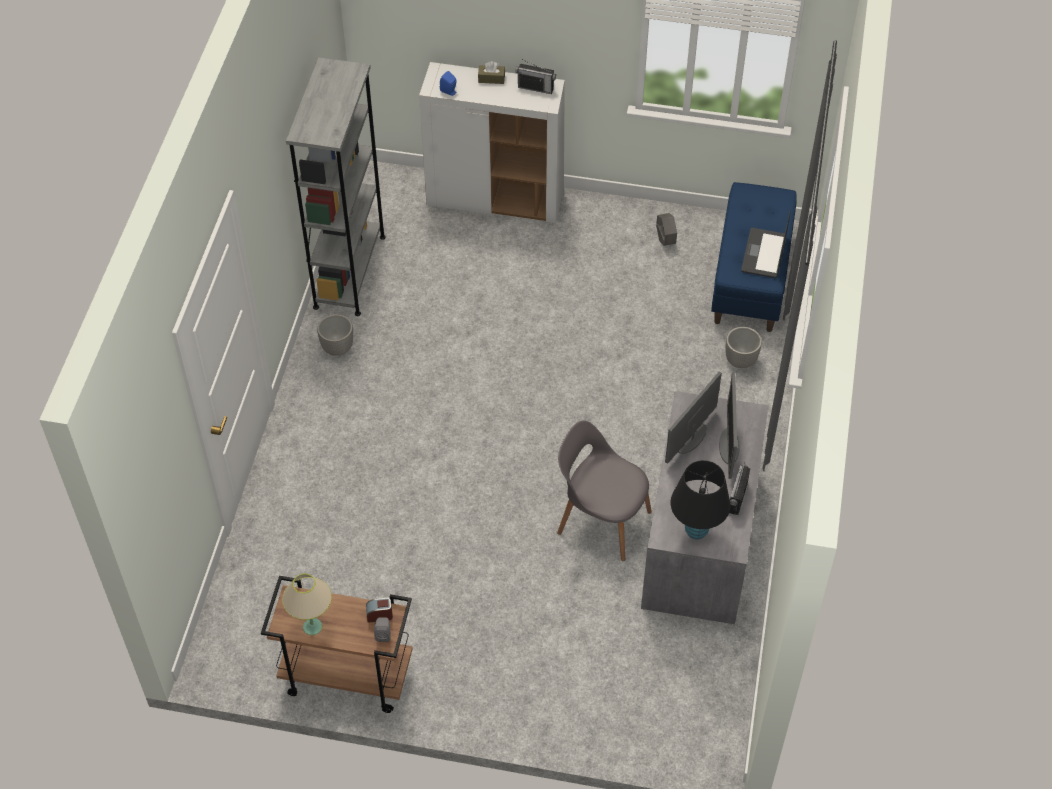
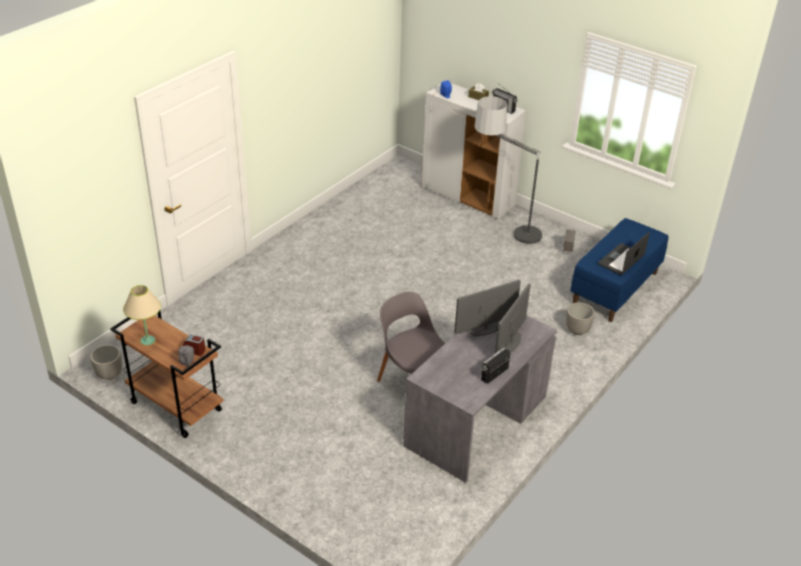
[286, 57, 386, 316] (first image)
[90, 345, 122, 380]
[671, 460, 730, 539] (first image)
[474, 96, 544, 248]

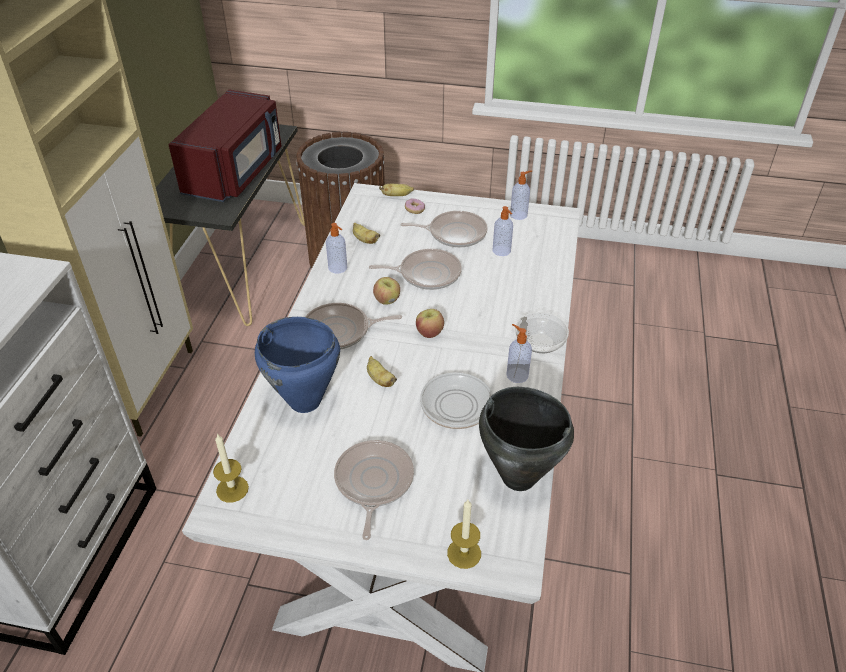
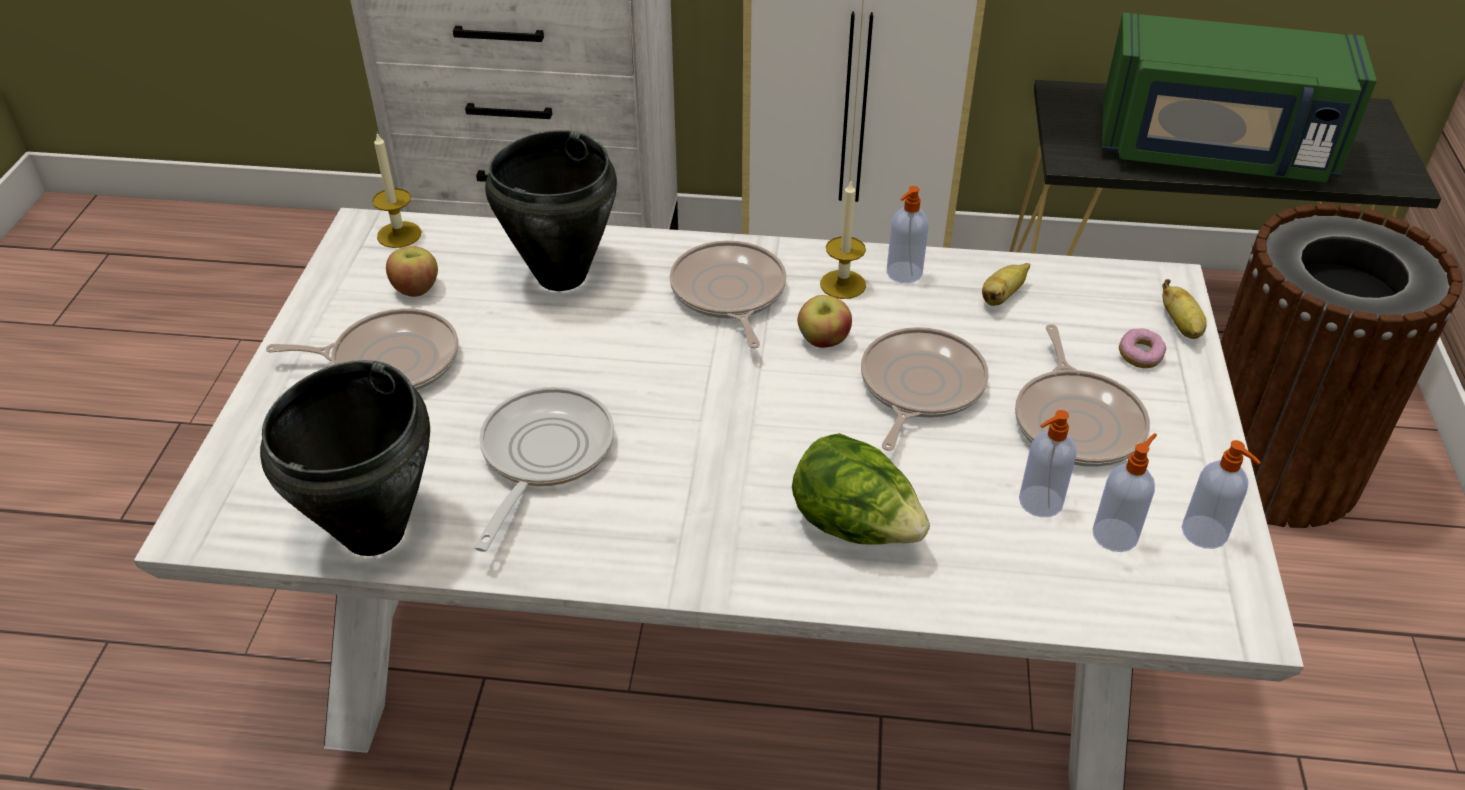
[1102, 13, 1377, 183]
[861, 327, 989, 451]
[386, 246, 438, 297]
[515, 312, 569, 353] (first image)
[485, 130, 617, 291]
[1093, 433, 1157, 552]
[367, 356, 397, 387] (first image)
[820, 181, 866, 299]
[792, 433, 930, 545]

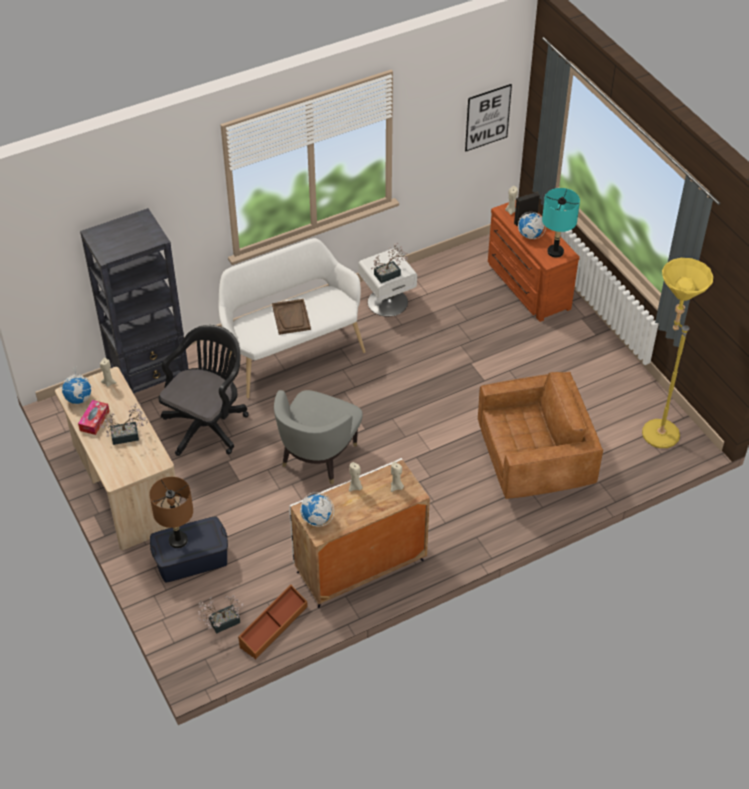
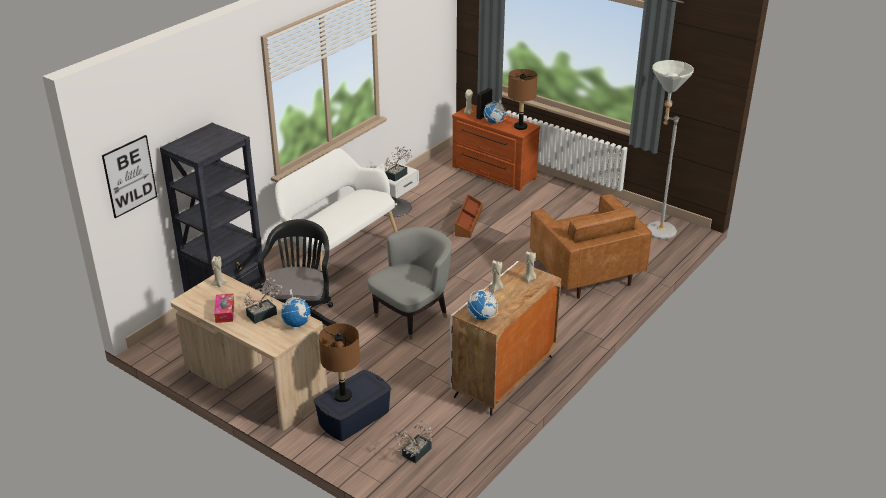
[102, 135, 157, 218]
[508, 69, 538, 130]
[647, 60, 694, 239]
[272, 299, 311, 335] (first image)
[279, 289, 311, 327]
[530, 194, 652, 299]
[368, 226, 452, 339]
[455, 195, 482, 238]

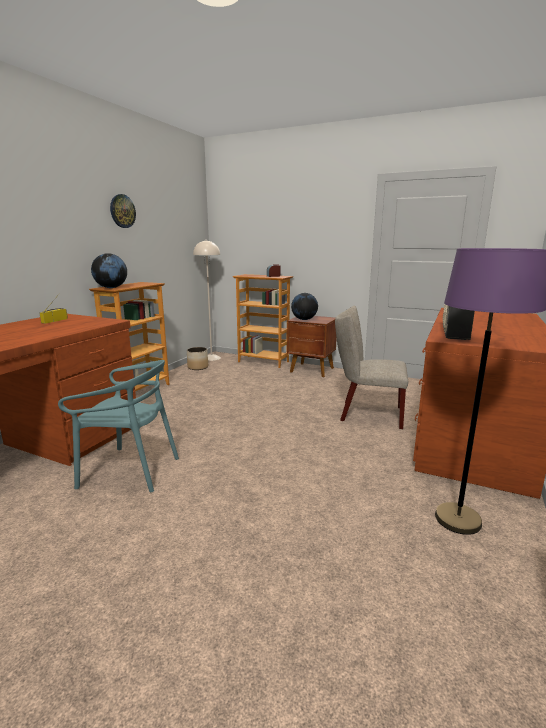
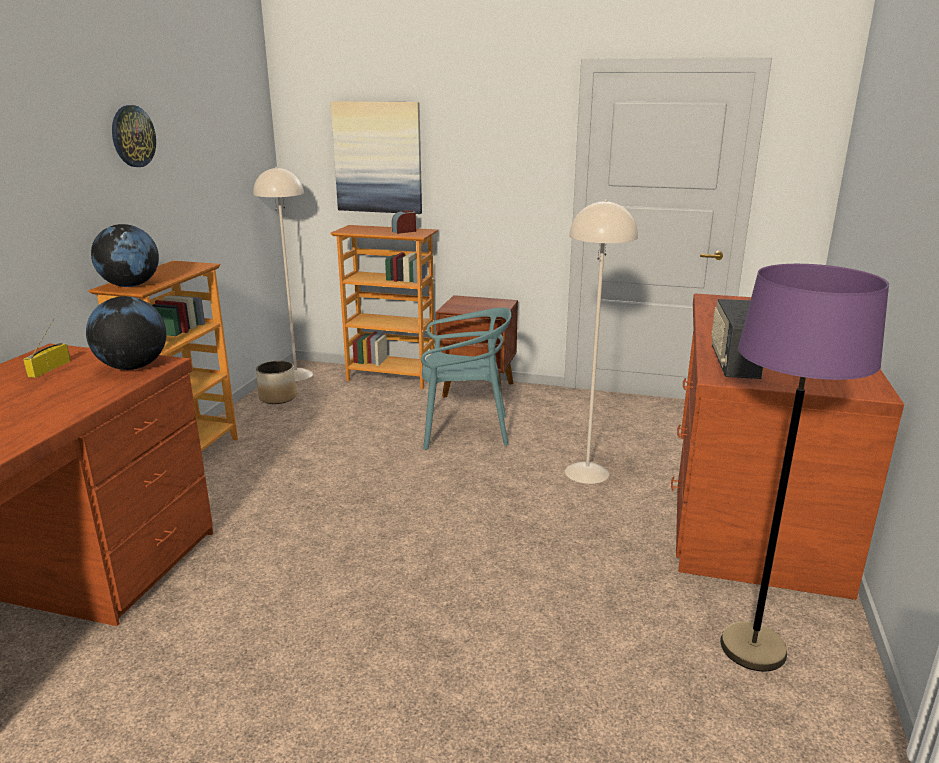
[86, 296, 166, 370]
[565, 200, 638, 484]
[421, 308, 511, 450]
[331, 101, 422, 214]

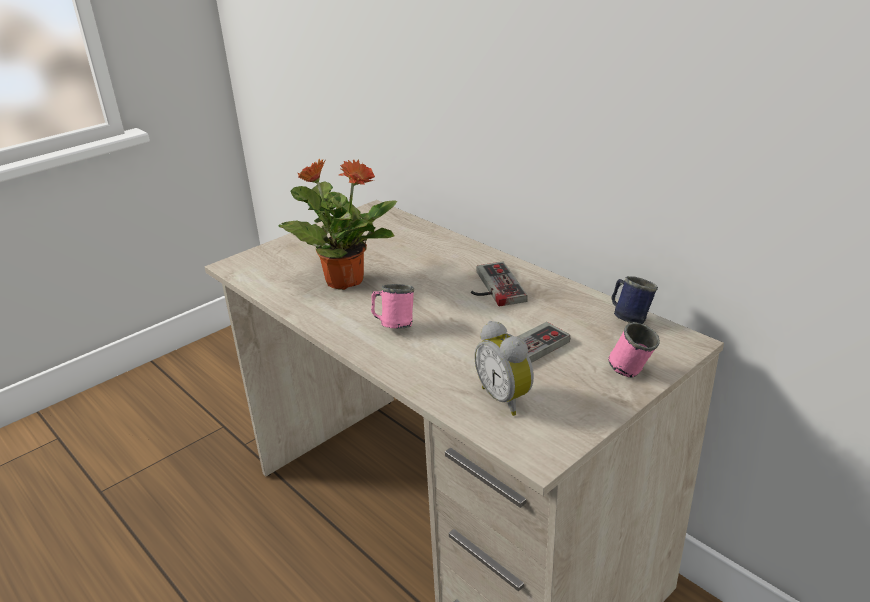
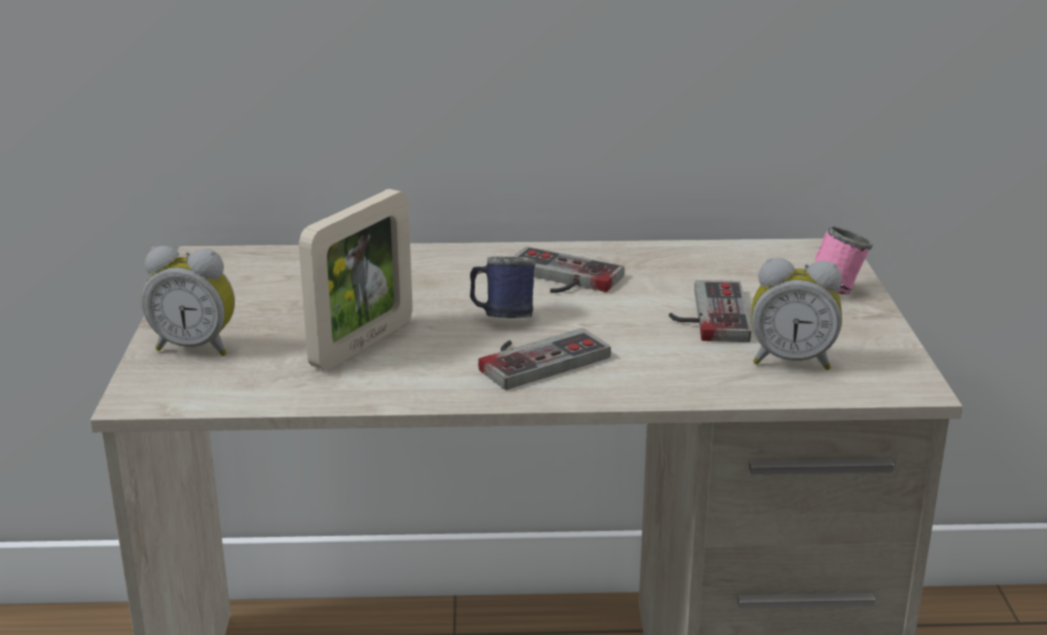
[299, 189, 413, 370]
[470, 256, 536, 318]
[478, 328, 611, 390]
[141, 246, 235, 356]

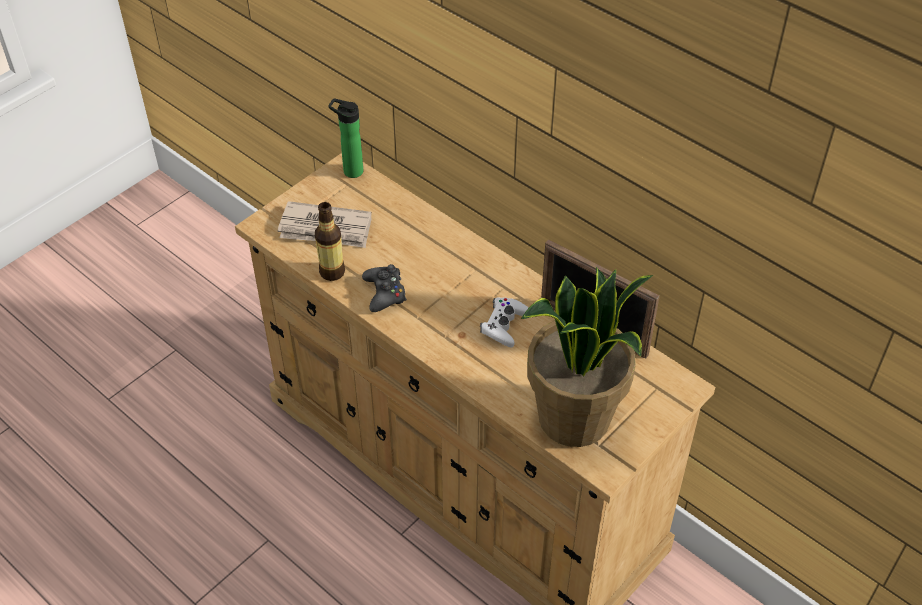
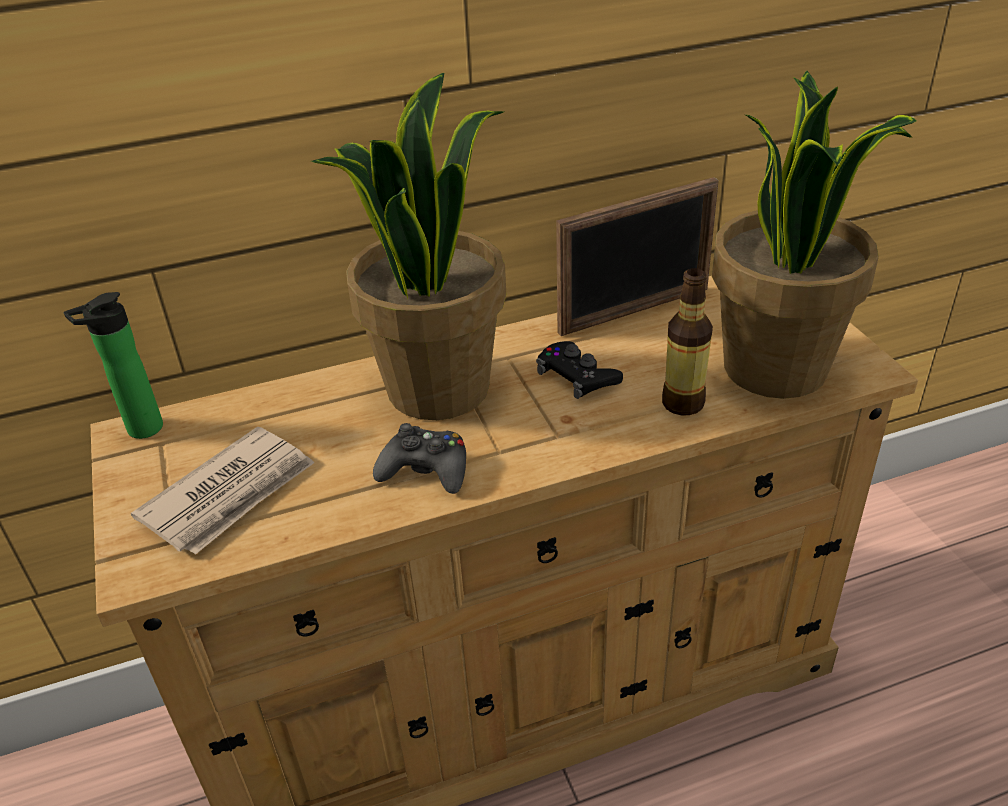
[662, 268, 713, 415]
[536, 341, 623, 399]
[311, 73, 506, 420]

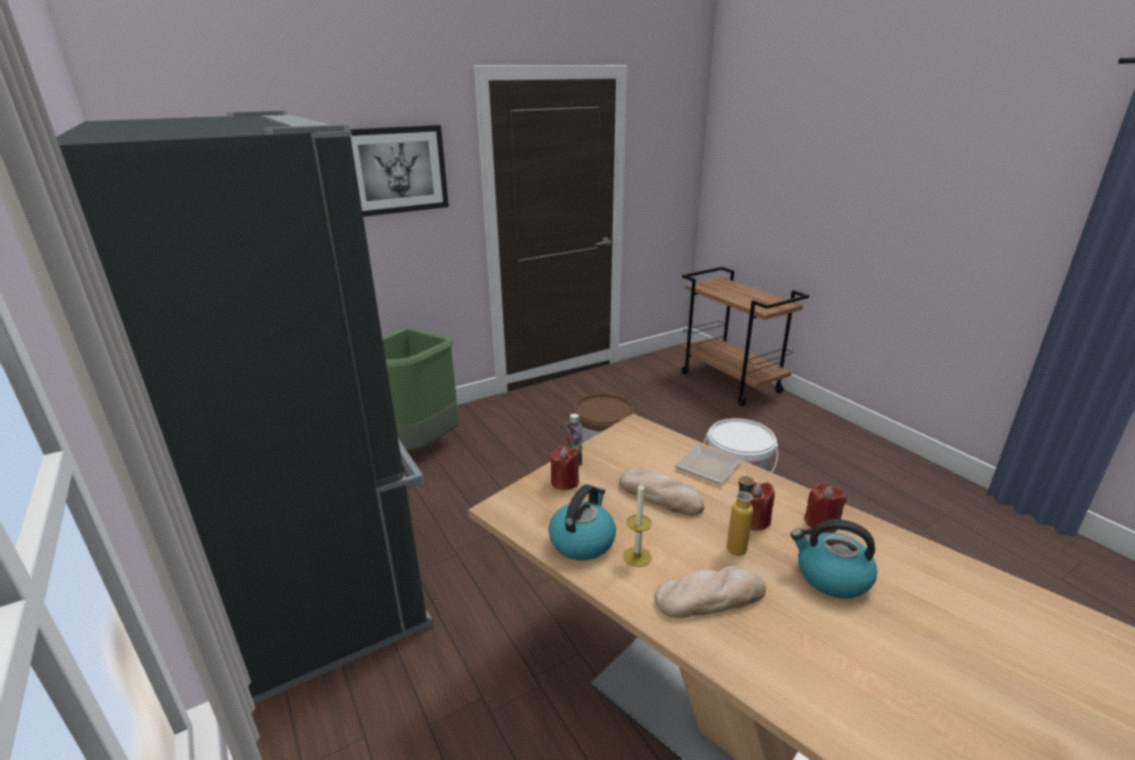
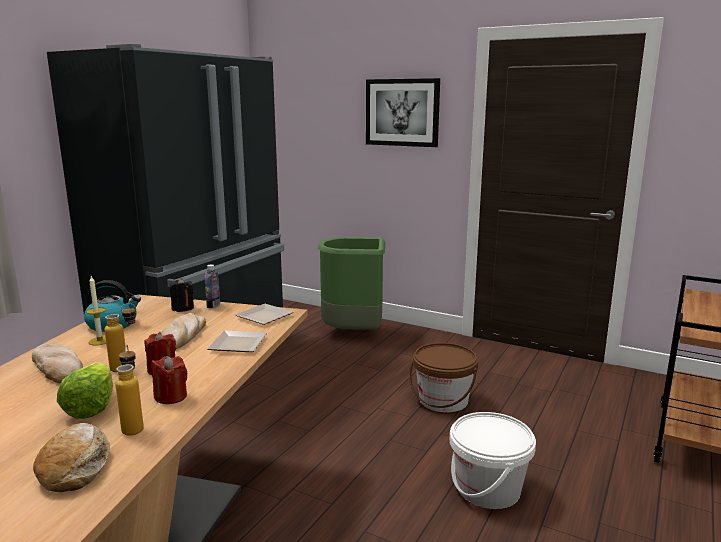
[170, 278, 194, 312]
[57, 362, 113, 419]
[235, 304, 294, 325]
[115, 344, 144, 436]
[33, 423, 110, 492]

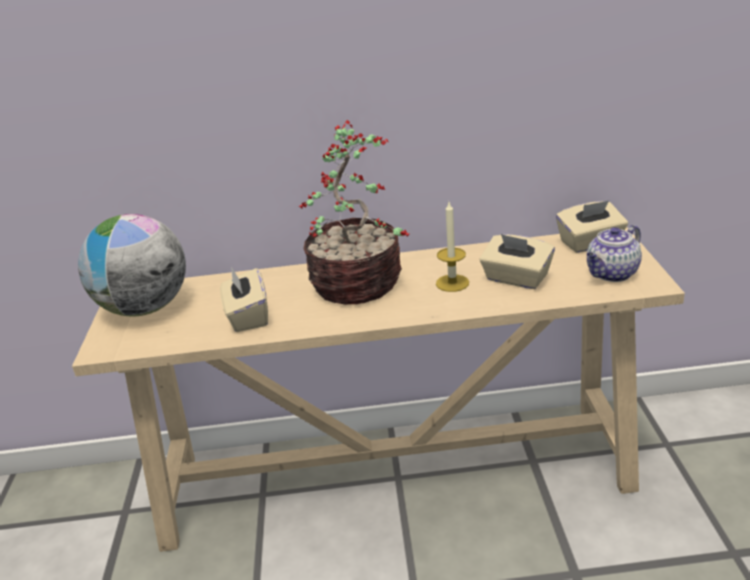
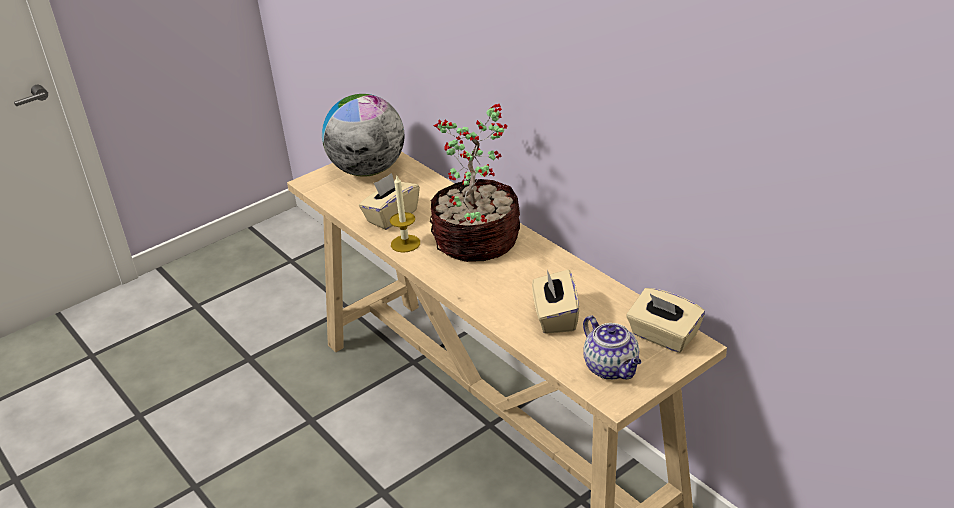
[390, 174, 420, 253]
[583, 315, 641, 380]

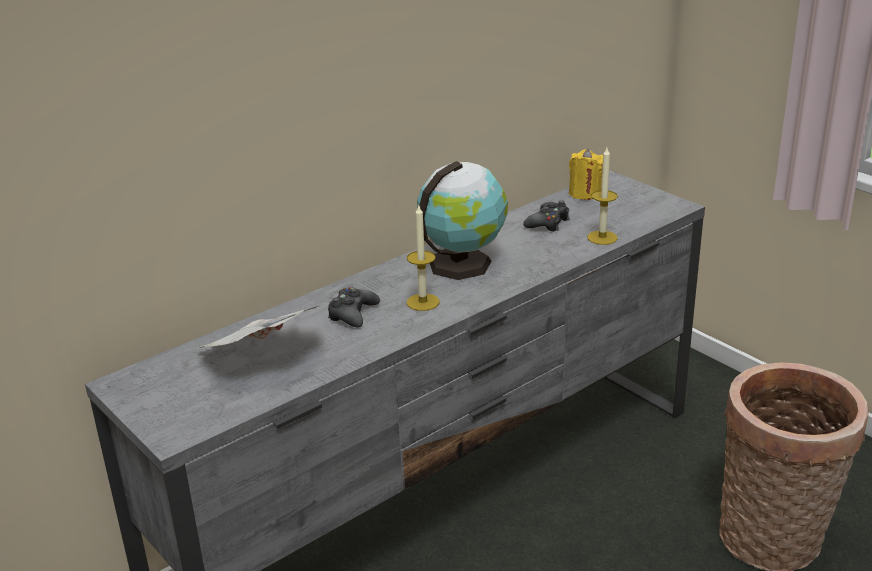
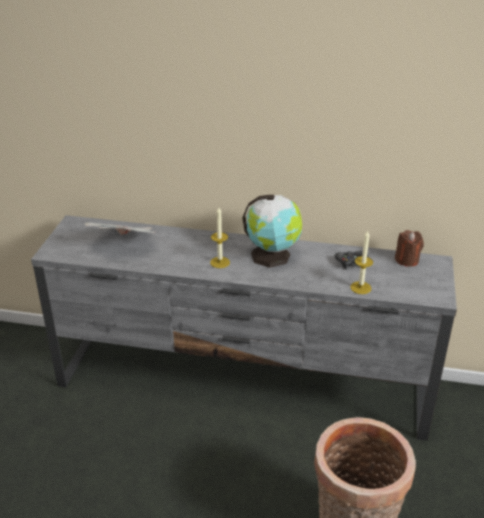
[395, 230, 424, 267]
[328, 287, 380, 327] (first image)

